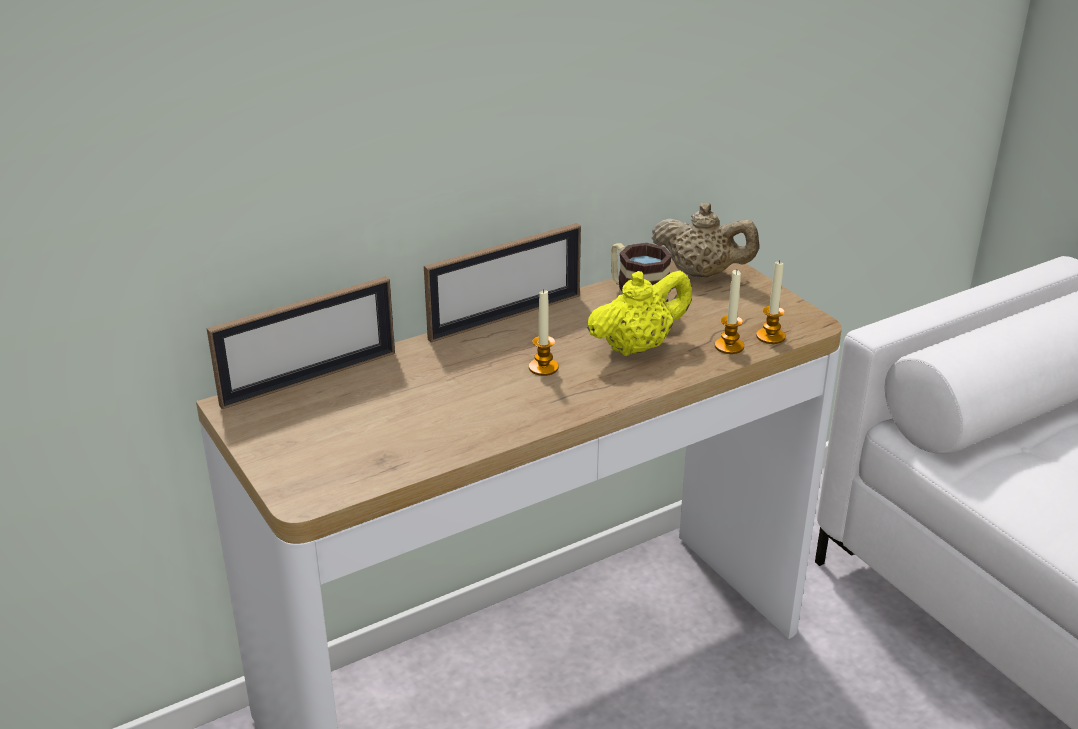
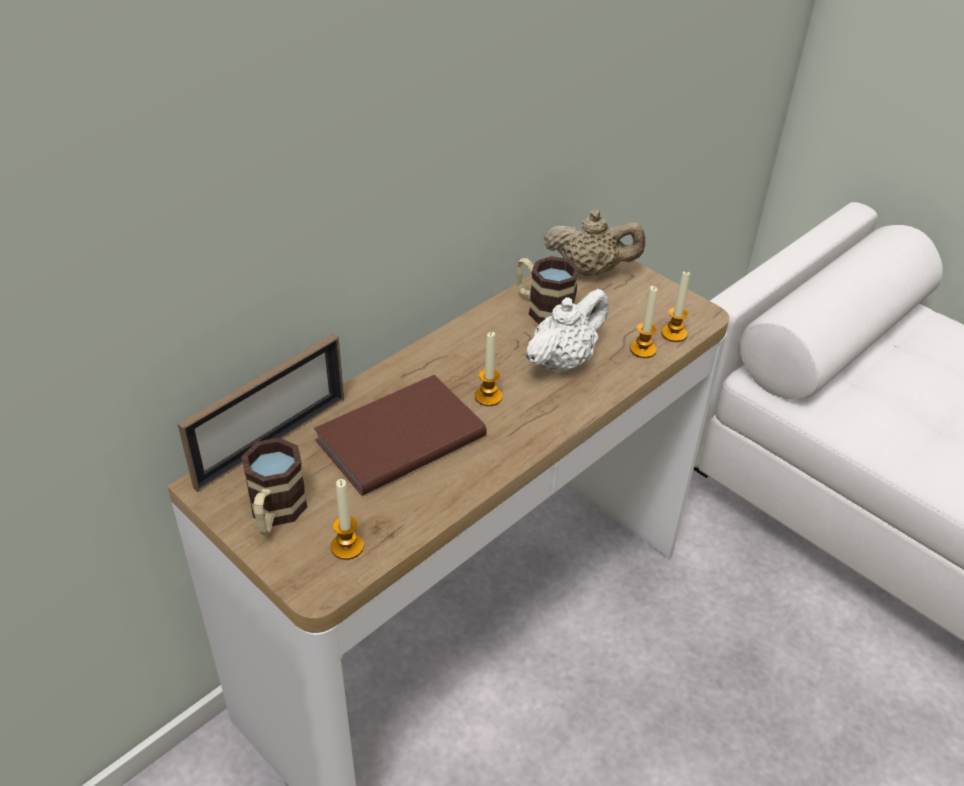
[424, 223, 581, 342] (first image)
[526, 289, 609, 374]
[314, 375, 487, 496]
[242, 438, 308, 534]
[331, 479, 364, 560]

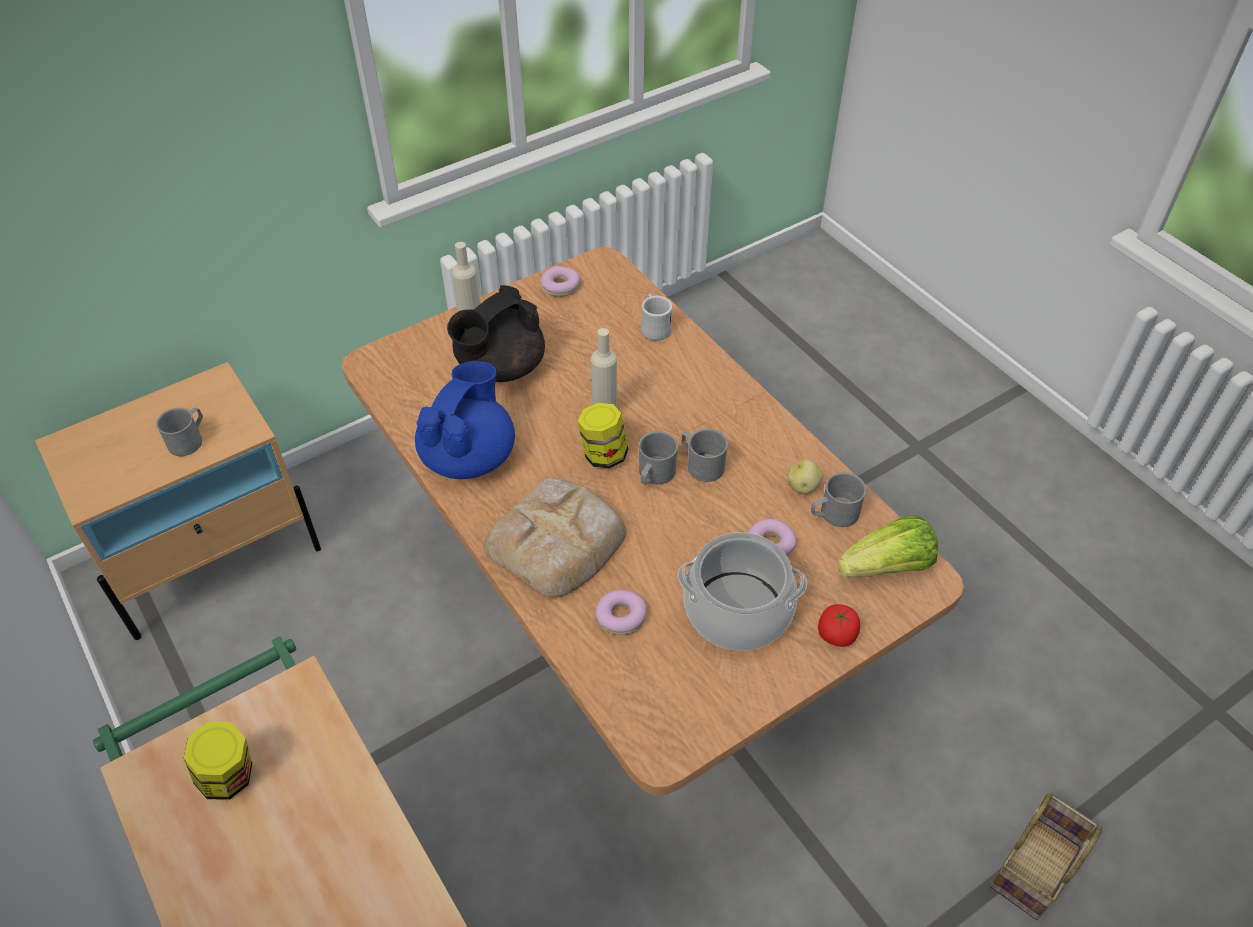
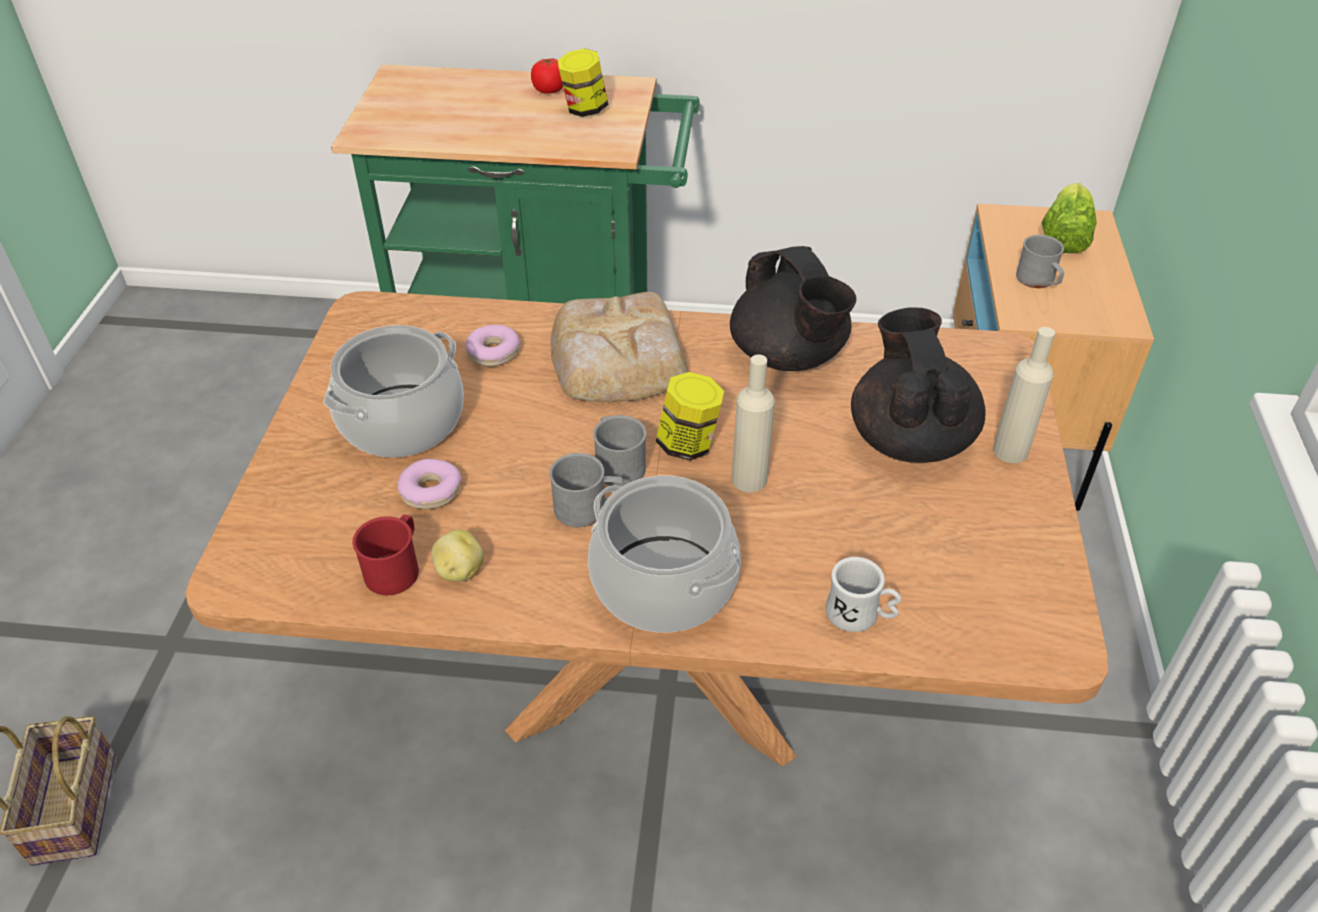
[541, 266, 580, 297] (first image)
[730, 246, 857, 371]
[353, 515, 419, 595]
[1041, 183, 1097, 253]
[531, 58, 563, 94]
[588, 475, 741, 633]

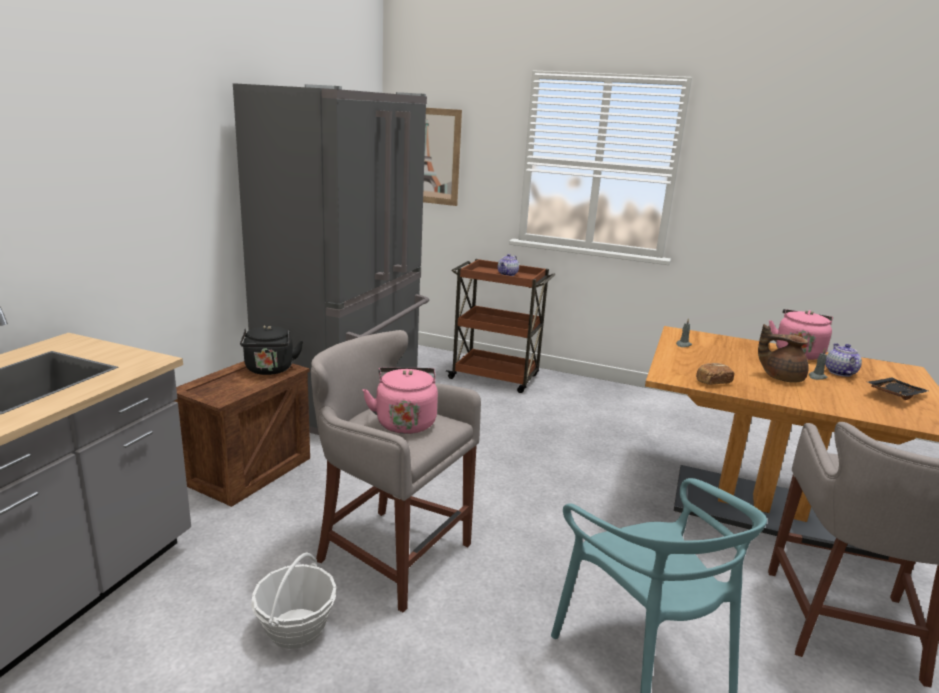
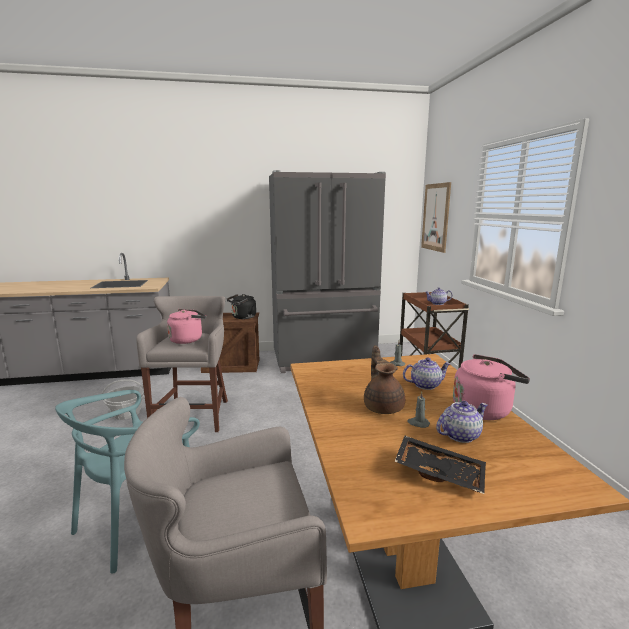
[696, 363, 734, 385] (first image)
[403, 357, 451, 390]

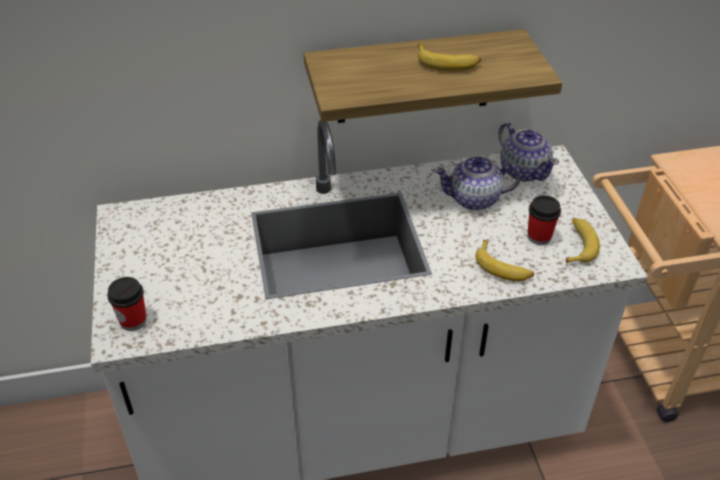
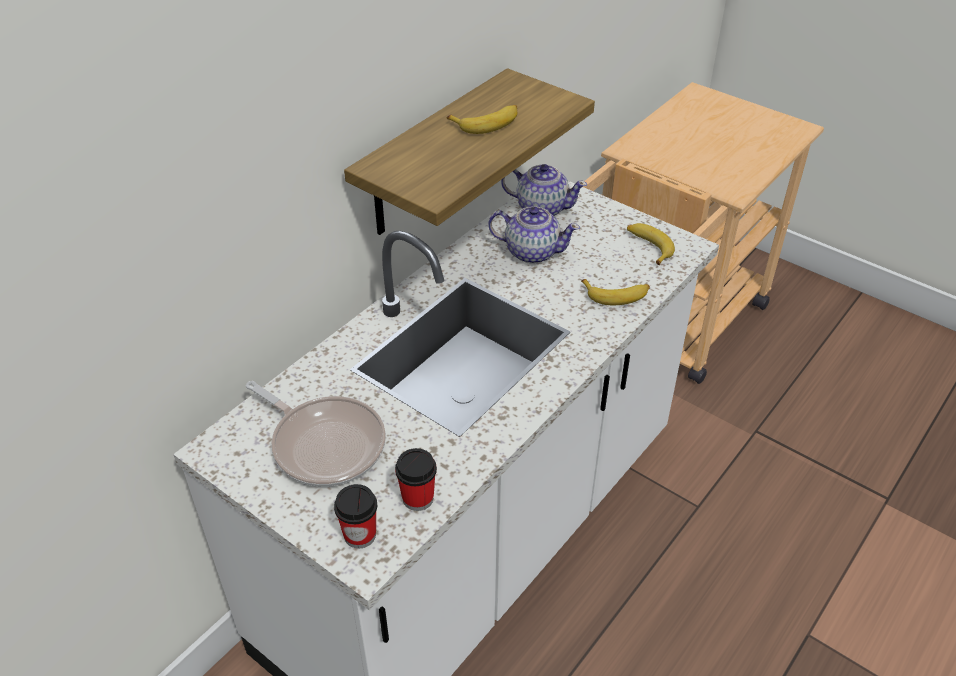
[488, 206, 580, 264]
[395, 448, 437, 511]
[246, 381, 386, 487]

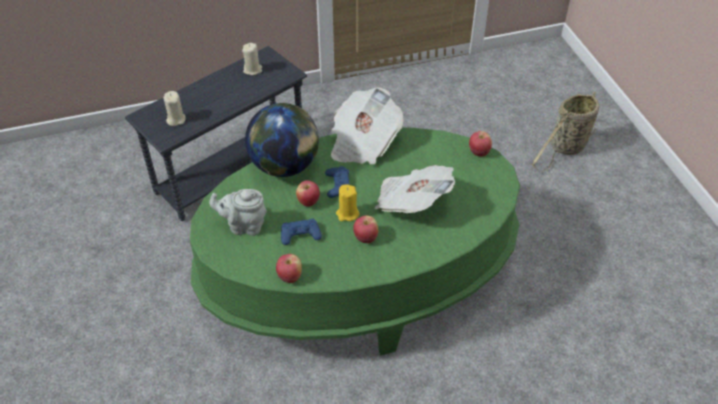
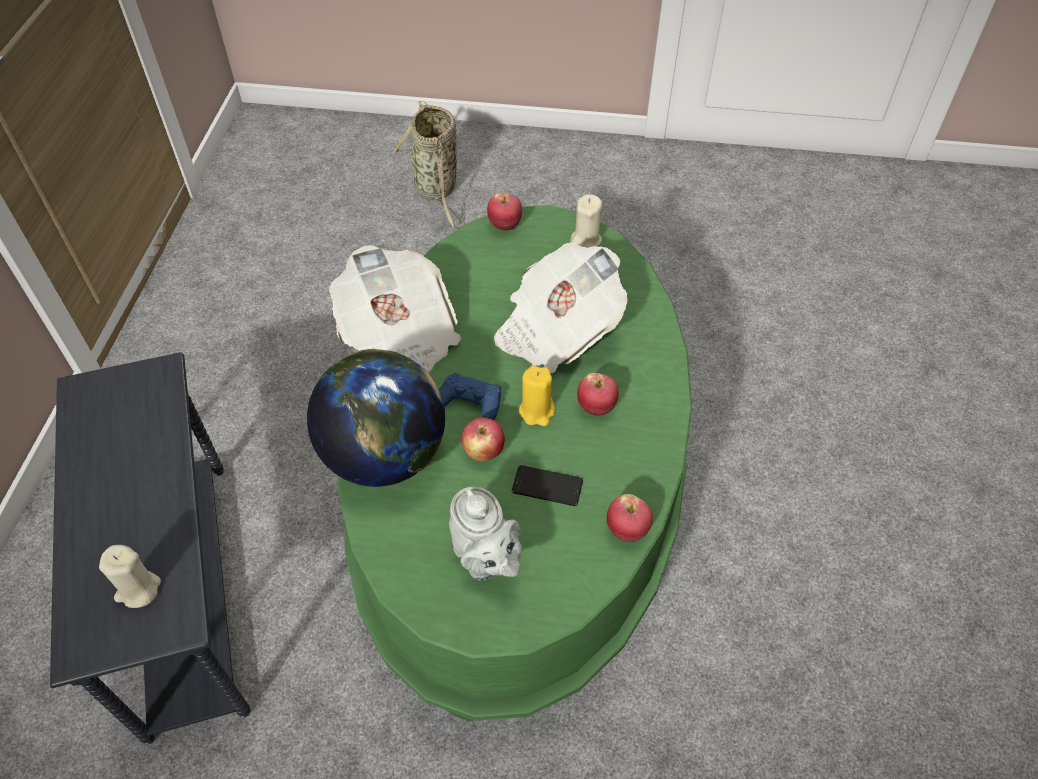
[570, 194, 602, 248]
[449, 487, 522, 581]
[512, 465, 583, 506]

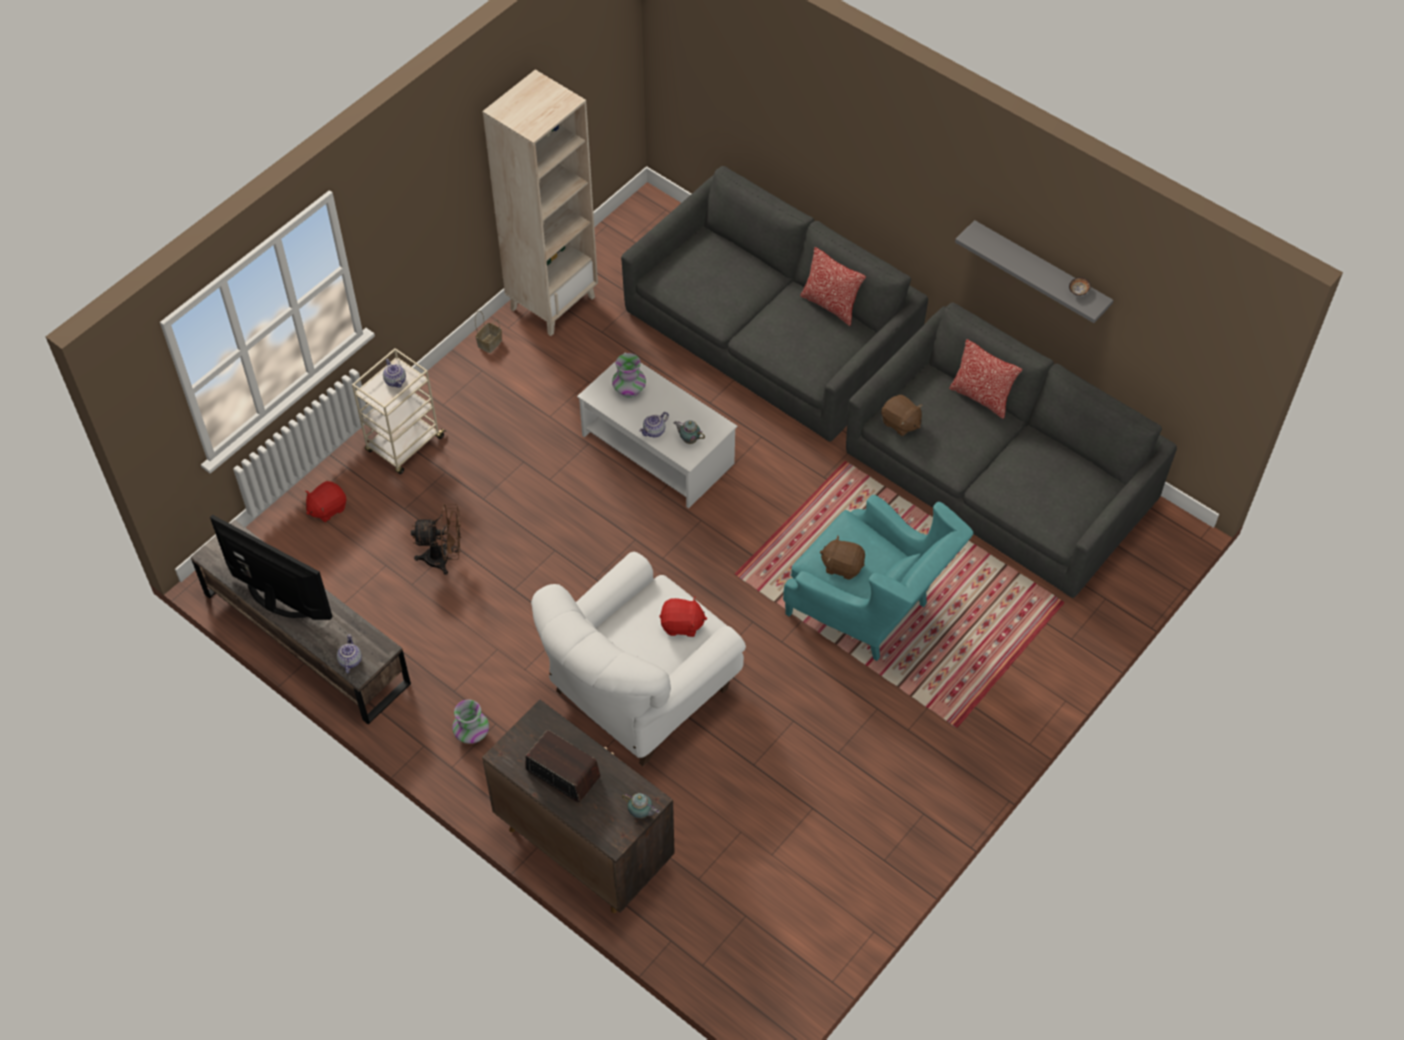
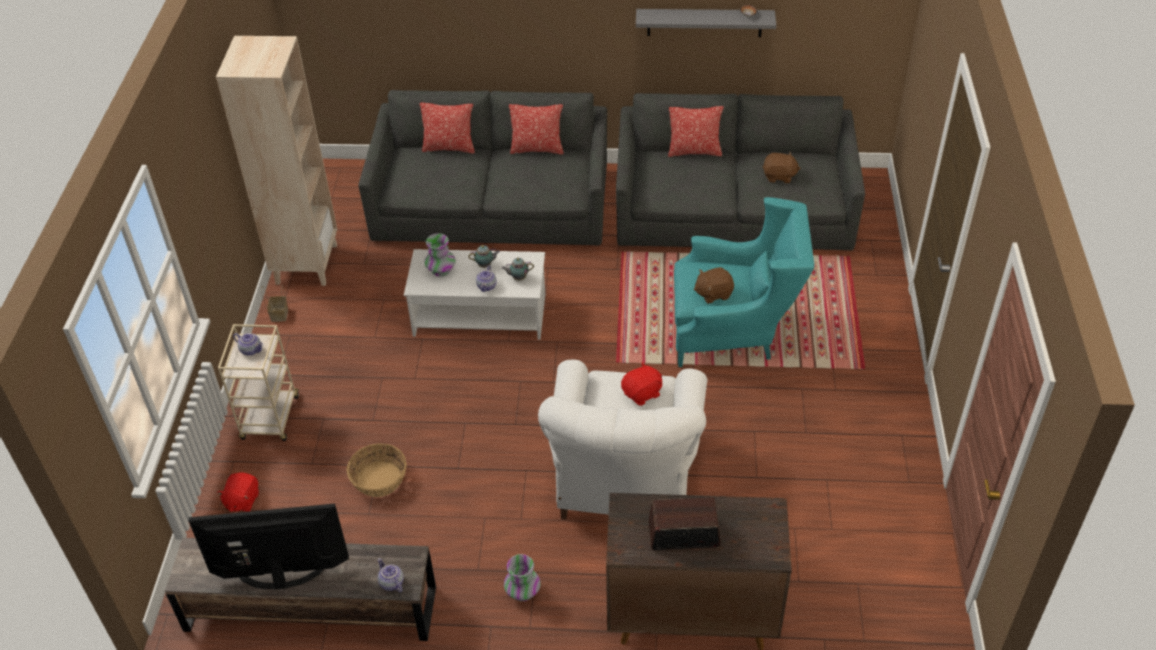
[762, 152, 801, 183]
[347, 443, 407, 497]
[468, 245, 500, 268]
[420, 103, 475, 154]

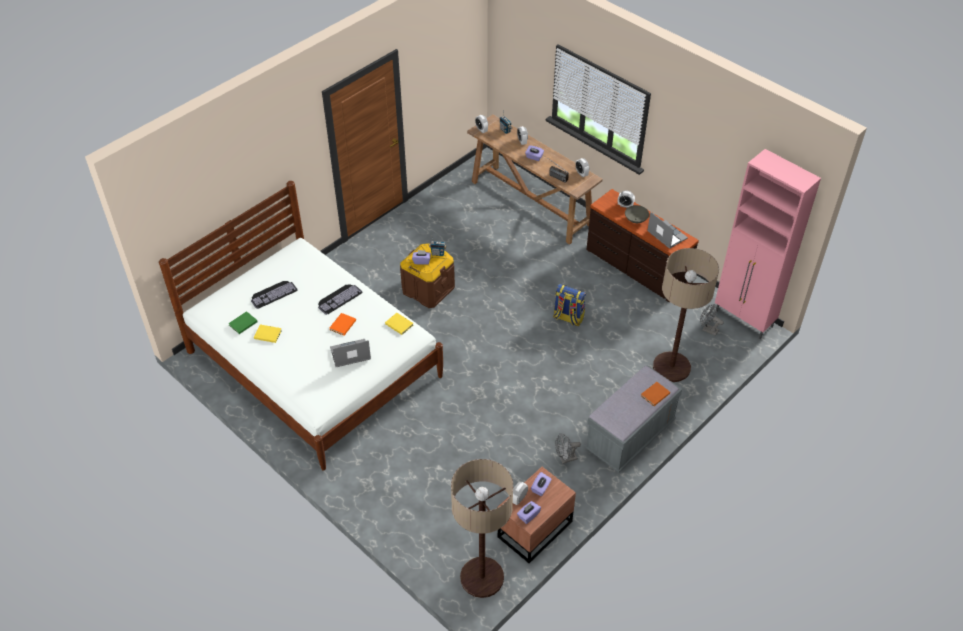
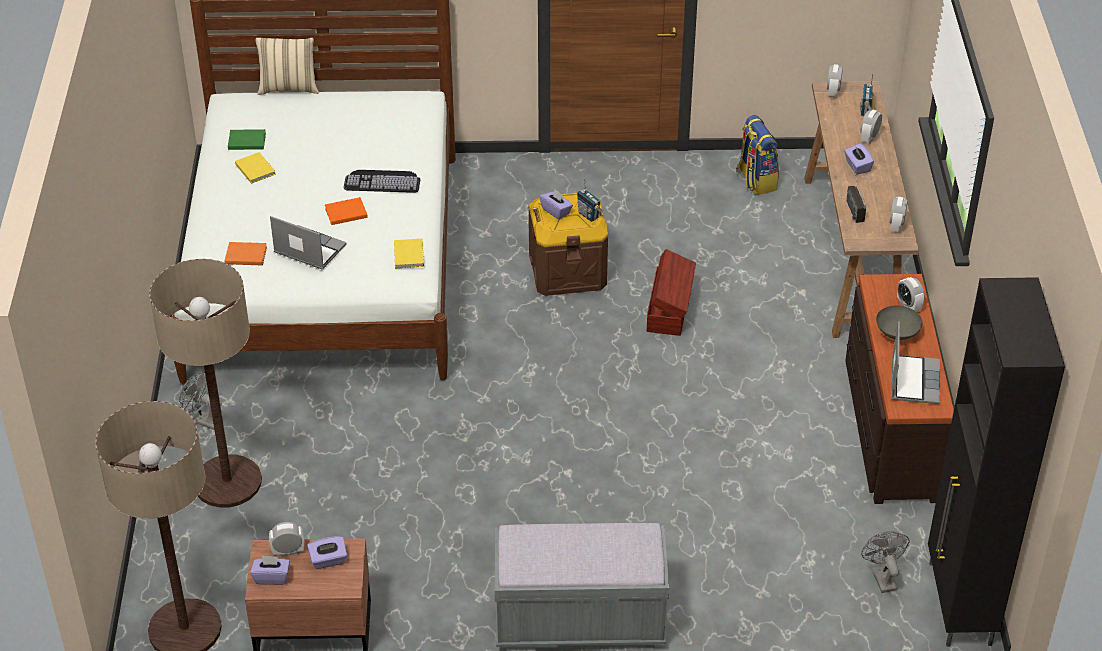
[928, 277, 1065, 647]
[149, 259, 262, 508]
[251, 281, 297, 309] (first image)
[736, 115, 779, 195]
[224, 242, 267, 266]
[179, 372, 223, 430]
[255, 38, 319, 95]
[647, 249, 696, 336]

